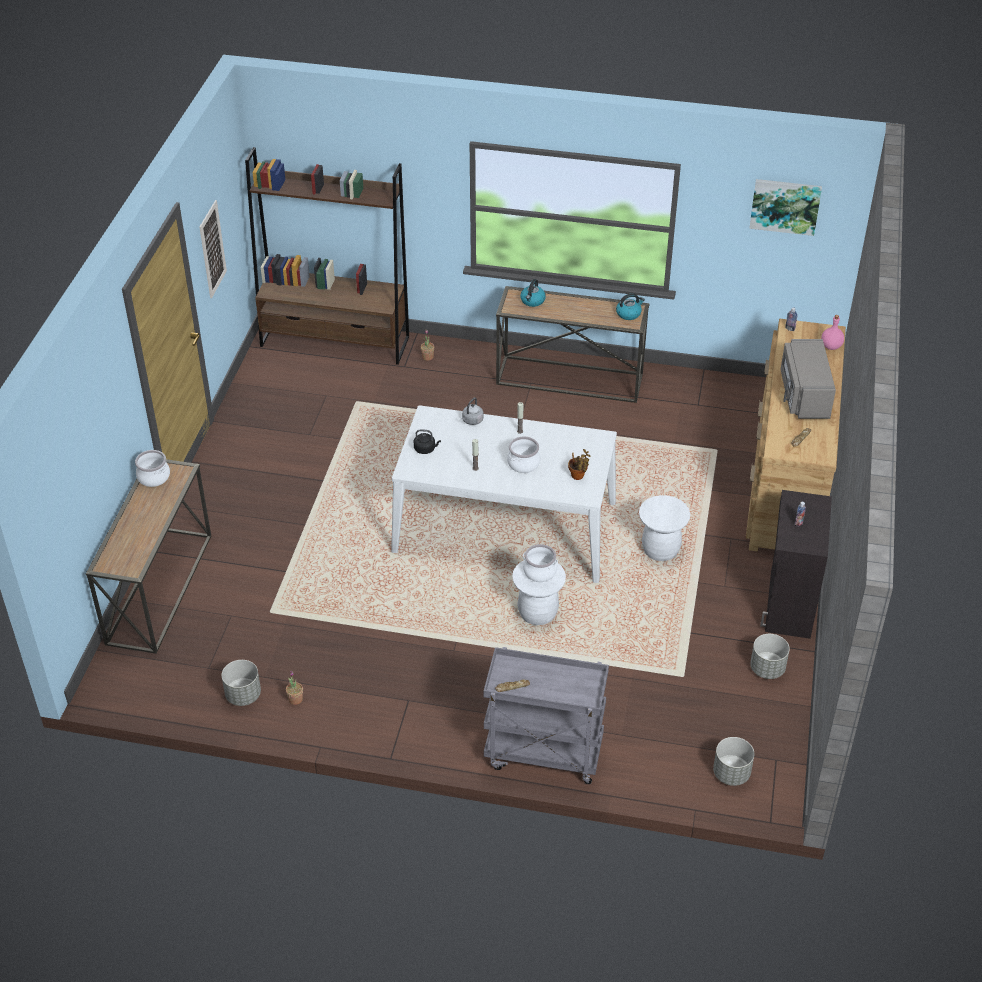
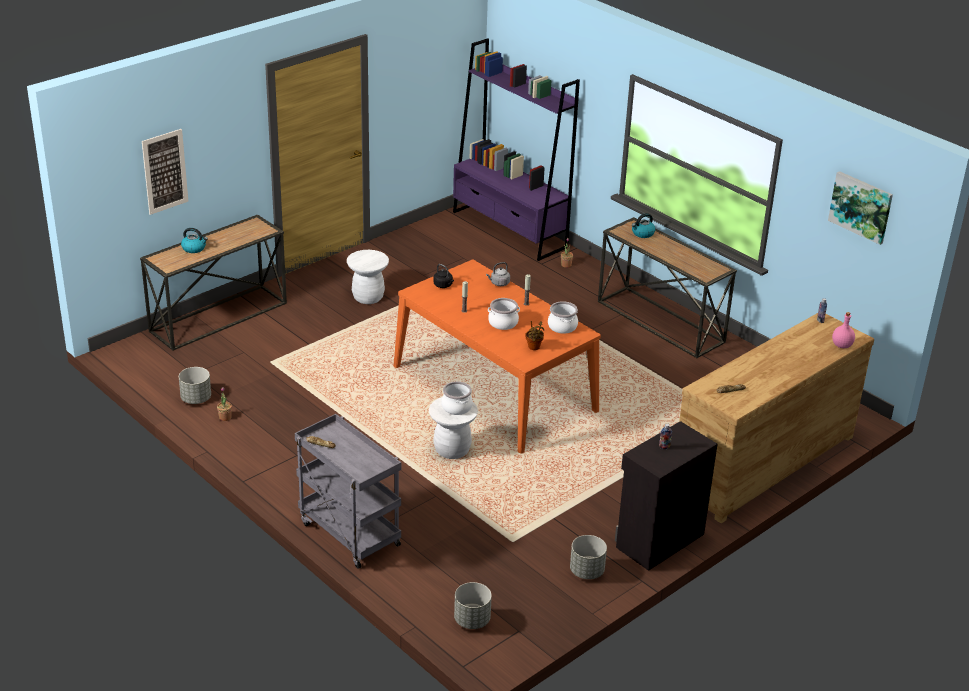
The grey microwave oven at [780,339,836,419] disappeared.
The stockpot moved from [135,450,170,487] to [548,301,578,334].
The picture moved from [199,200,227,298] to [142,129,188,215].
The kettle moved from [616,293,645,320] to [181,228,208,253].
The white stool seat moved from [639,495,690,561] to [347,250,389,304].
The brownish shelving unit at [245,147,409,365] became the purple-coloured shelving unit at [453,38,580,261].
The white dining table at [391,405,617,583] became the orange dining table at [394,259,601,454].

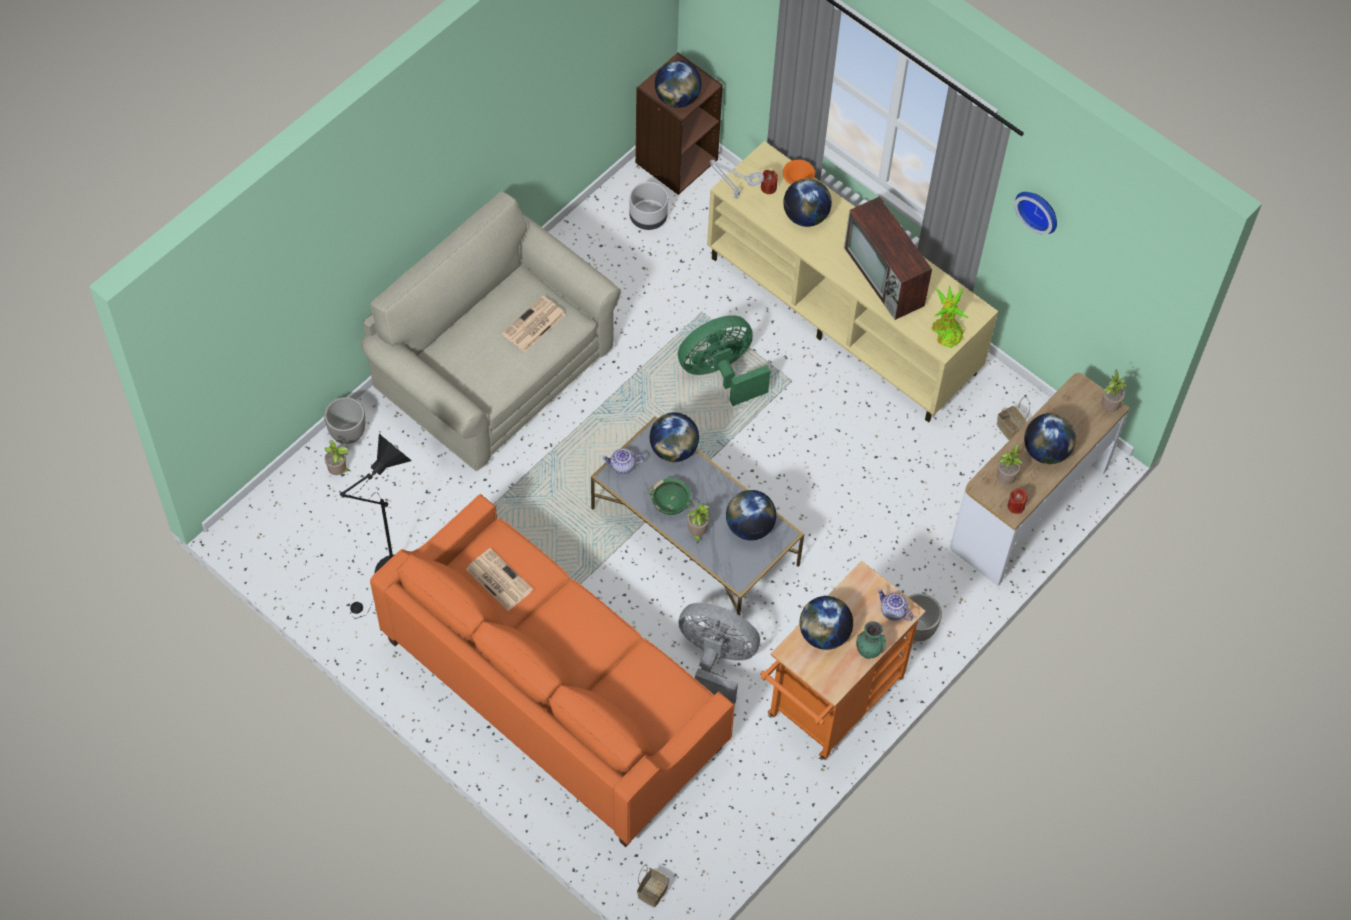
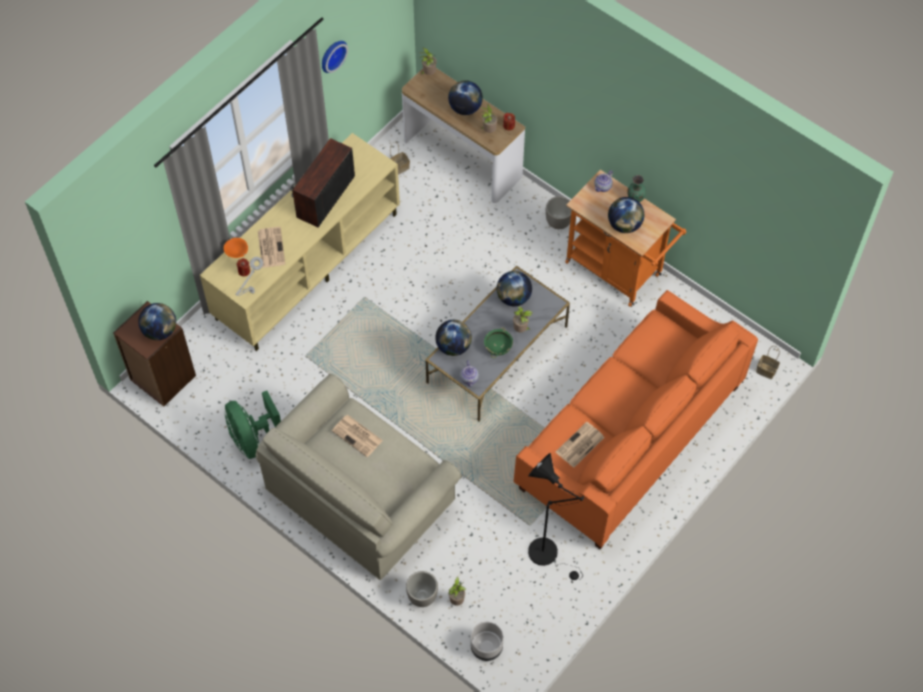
The grey electric fan at [679,603,760,704] disappeared.
The houseplant at [932,285,969,348] disappeared.
The grey plant pot moved from [629,182,668,230] to [471,622,504,661].
The green-coloured electric fan moved from [678,315,771,406] to [225,391,281,459].
The globe at [783,178,832,227] was replaced by the printed paper at [258,227,285,268].
The TV at [844,196,932,320] turned 150 degrees clockwise.

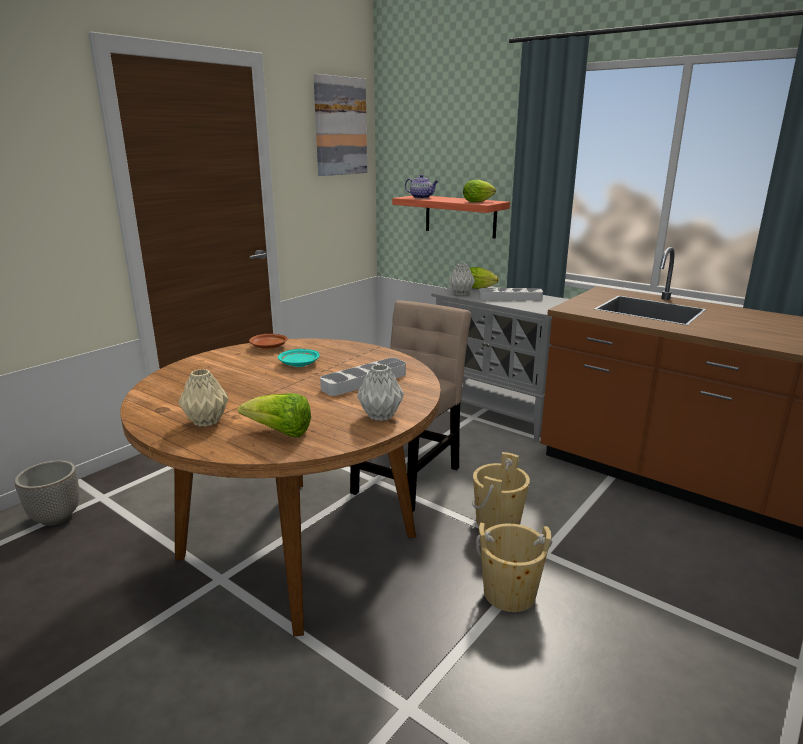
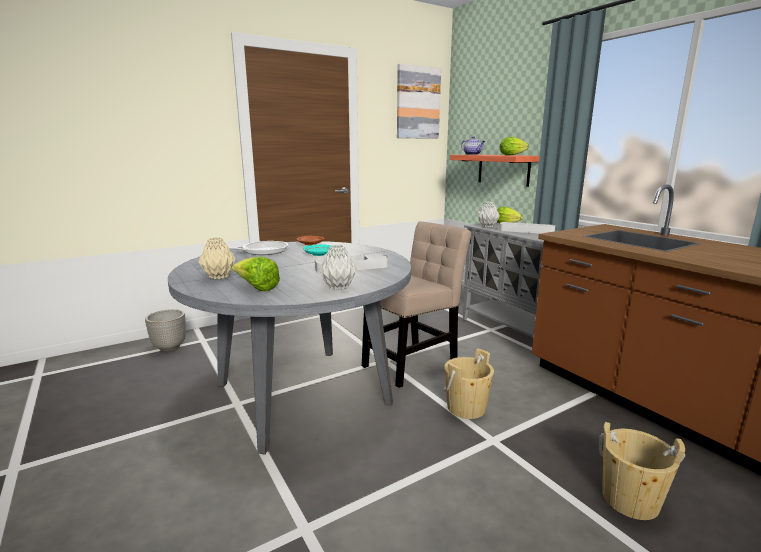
The frying pan at [229,241,288,255] appeared.
The sand-coloured water bucket moved from [476,523,552,612] to [599,422,685,520].
The brownish dining table at [120,339,441,637] became the grey dining table at [168,241,411,454].

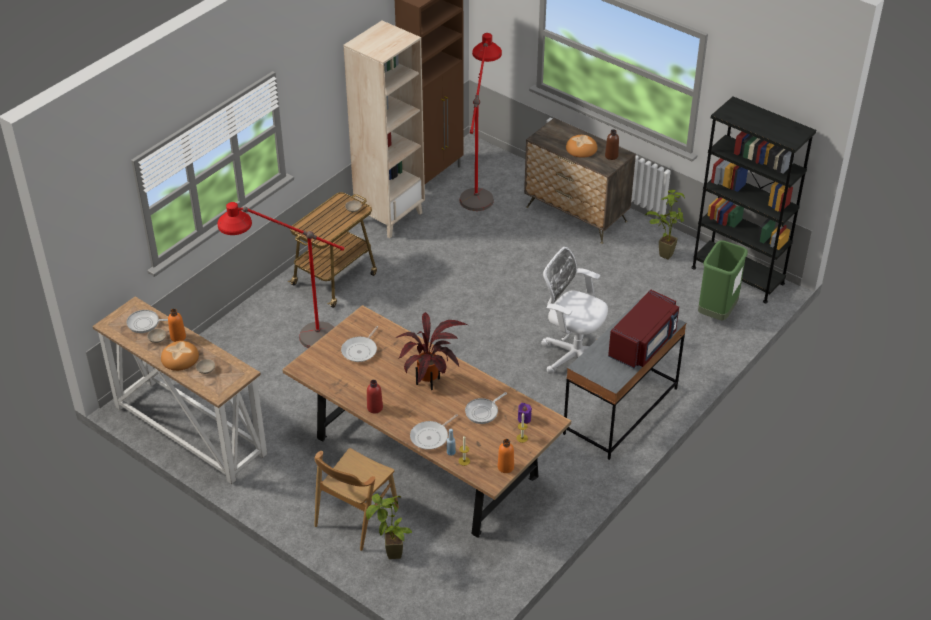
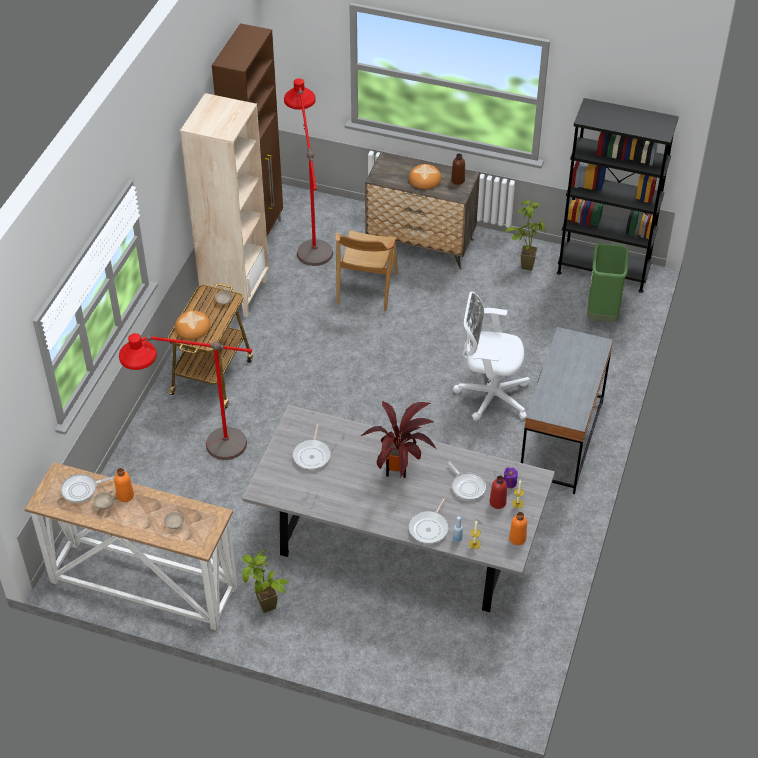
The red microwave oven at [608,289,679,369] disappeared.
The baked bread moved from [161,341,199,371] to [175,310,210,339].
The brownish upright chair moved from [314,448,399,551] to [335,230,398,311].
The houseplant moved from [366,494,412,559] to [242,549,289,613].
The red beverage bottle moved from [367,380,383,413] to [490,476,507,509].
The brownish dining table at [282,305,571,538] became the grey dining table at [242,405,555,612].
The frying pan at [465,392,507,424] turned 60 degrees counterclockwise.

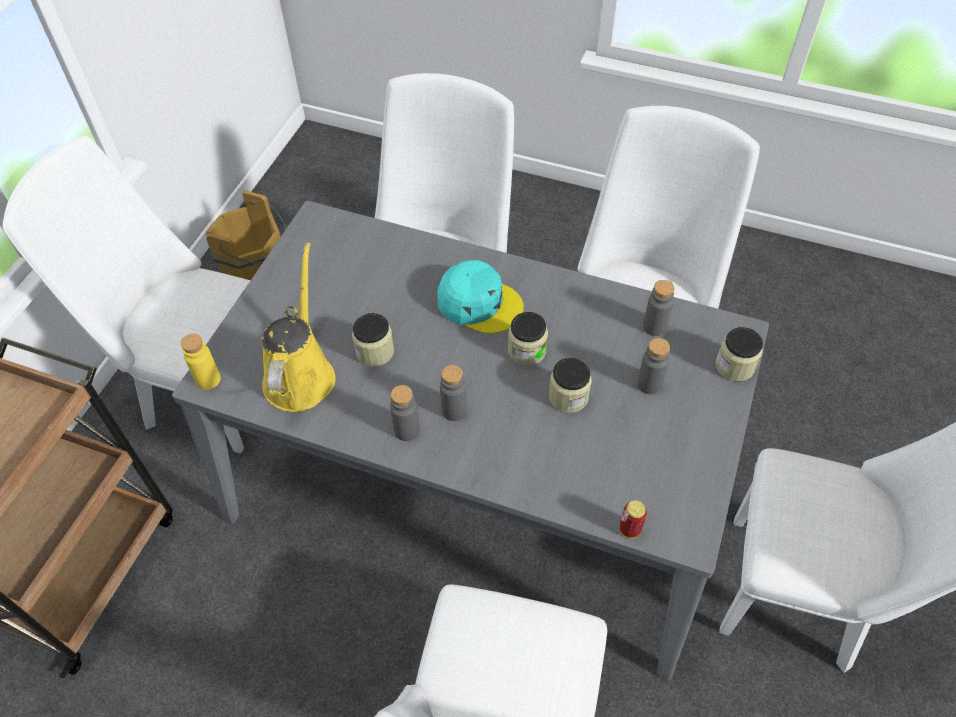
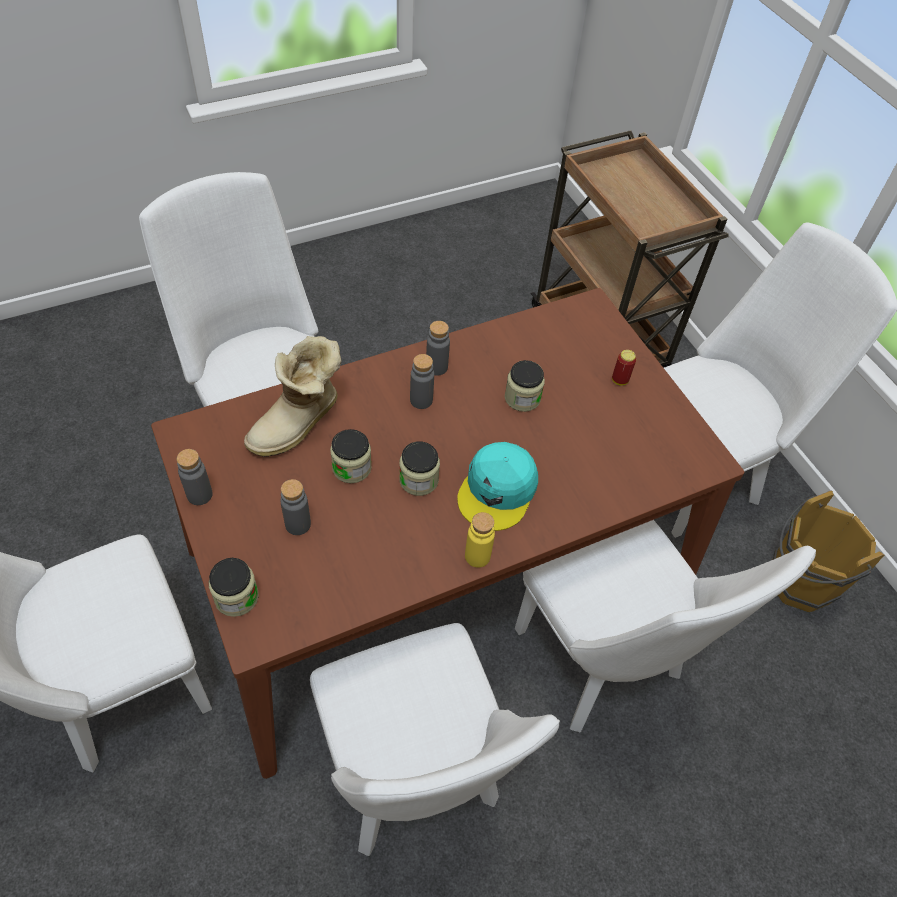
The yellow watering pot at [262,243,336,412] disappeared.
The boot at [244,336,341,457] appeared.
The yellow beverage bottle moved from [181,334,221,390] to [465,512,495,568].
The sealed can moved from [619,501,647,538] to [612,350,636,386].
The grey beverage bottle moved from [643,280,674,336] to [177,449,213,505].
The grey dining table at [172,201,769,680] became the brownish dining table at [151,288,745,779].
The blue-green cap at [437,260,524,334] turned 45 degrees counterclockwise.

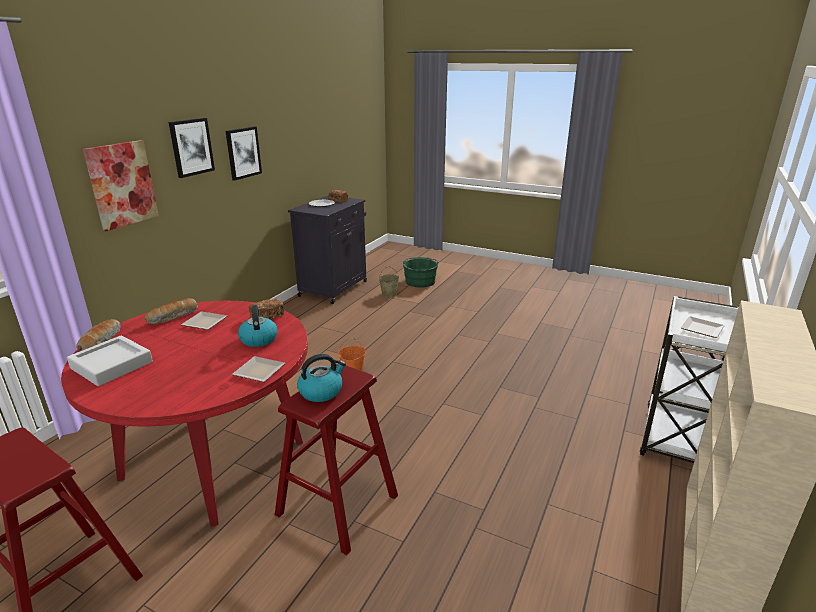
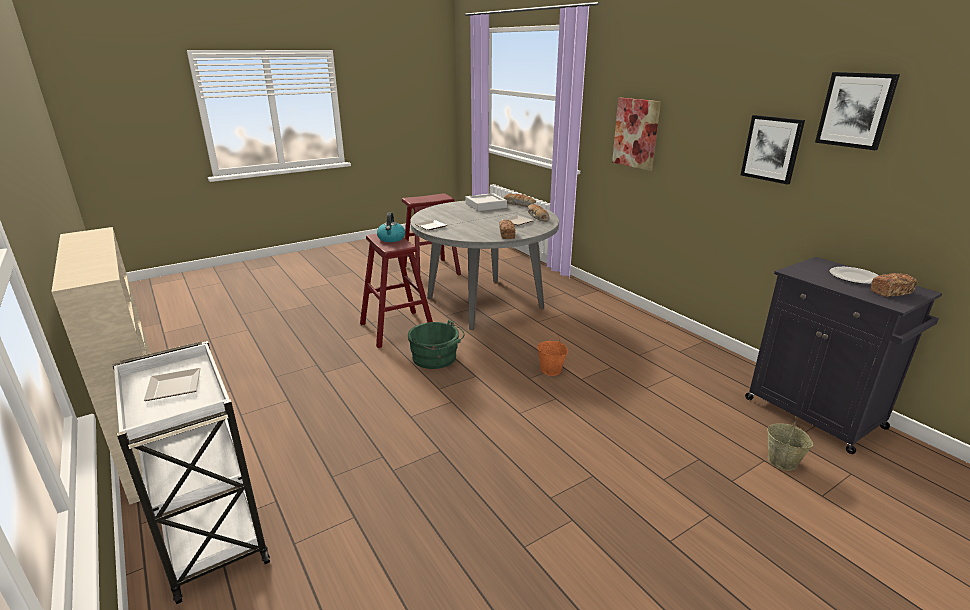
The kettle at [238,305,278,347] disappeared.
The picture moved from [169,118,215,178] to [815,72,900,150].
The green-coloured water bucket moved from [403,257,439,288] to [408,320,464,369].
The red dining table at [61,301,308,527] became the grey dining table at [410,201,559,330].

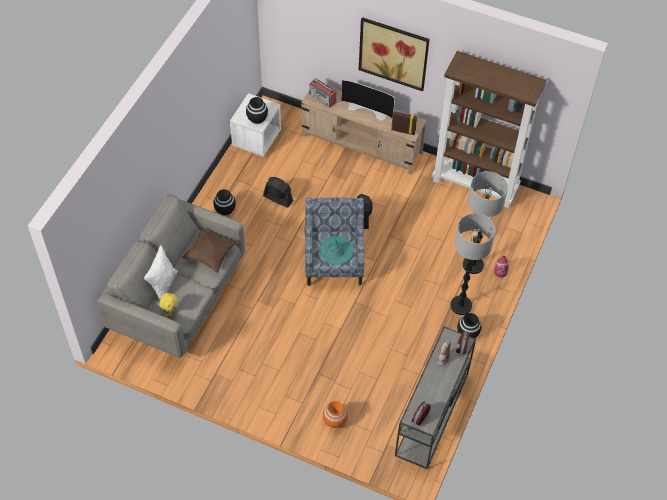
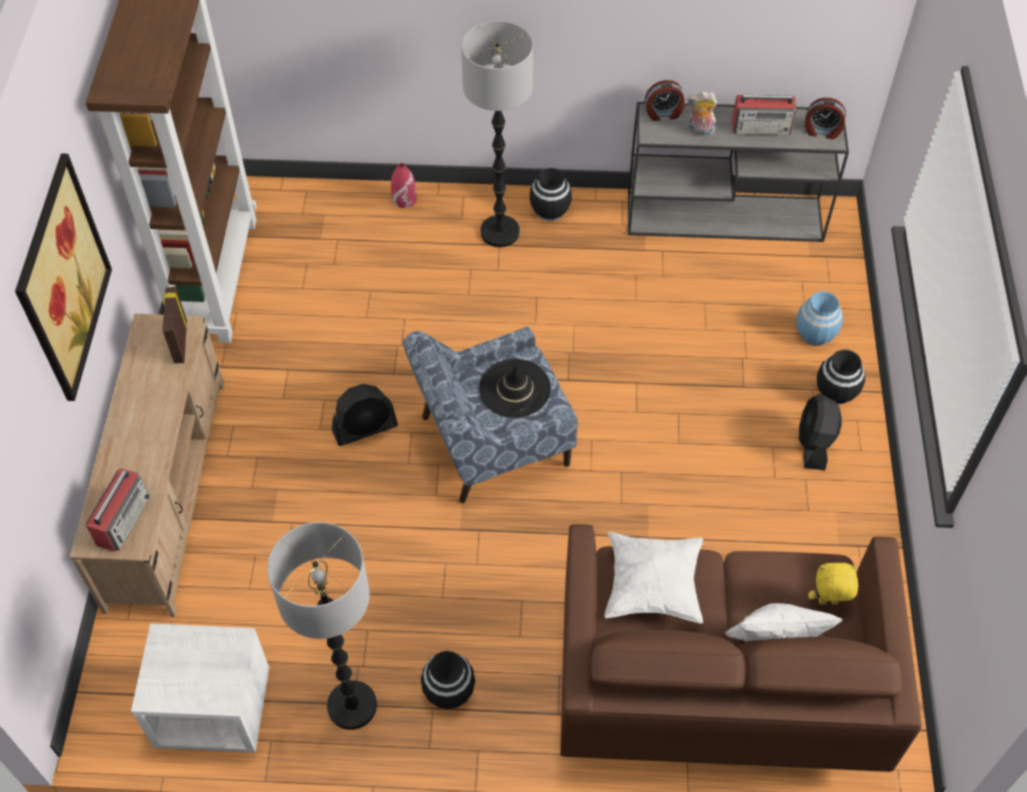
The TV at [341,80,395,121] disappeared.
The radio set at [732,95,797,135] appeared.
The black vase moved from [246,97,268,124] to [817,350,865,404].
The black electric fan moved from [263,177,293,208] to [799,394,842,470].
The standing lamp moved from [463,171,508,274] to [267,522,377,730].
The grey couch at [97,194,245,358] became the brownish couch at [560,524,922,772].
The brownish cushion at [182,228,237,273] became the white cushion at [604,532,703,623].
The blue-green clothing hat at [319,236,353,265] became the black clothing hat at [479,359,551,418].
The orange vase at [323,401,348,428] became the blue vase at [796,291,843,346].

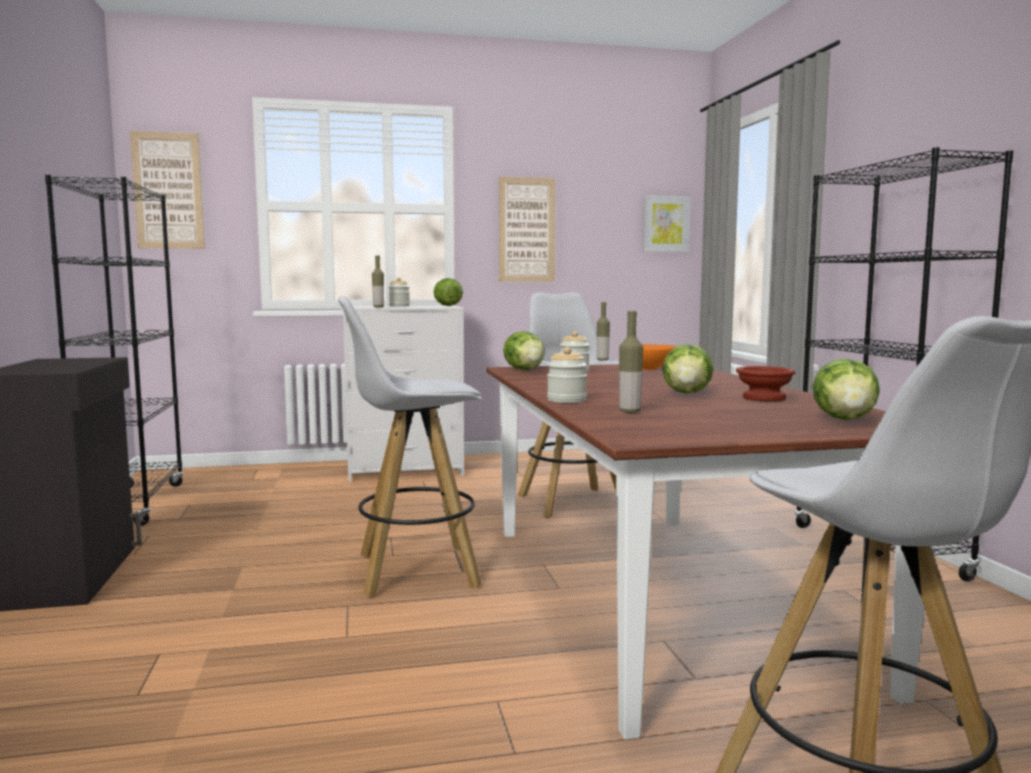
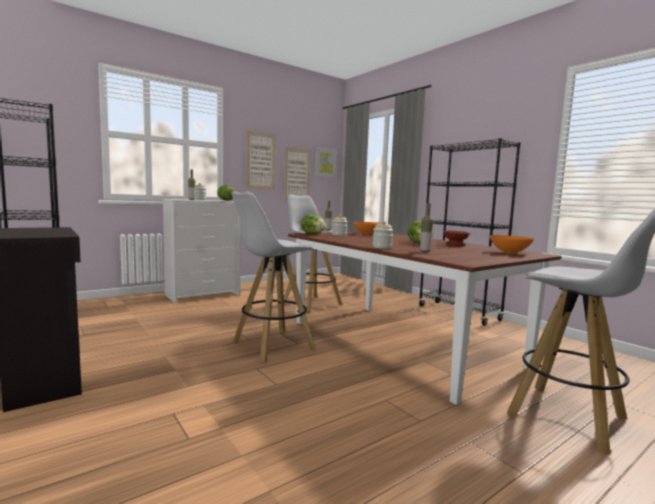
The picture moved from [130,131,205,249] to [284,147,310,201].
The lettuce head at [812,358,880,420] was replaced by the orange bowl at [490,235,534,253].

